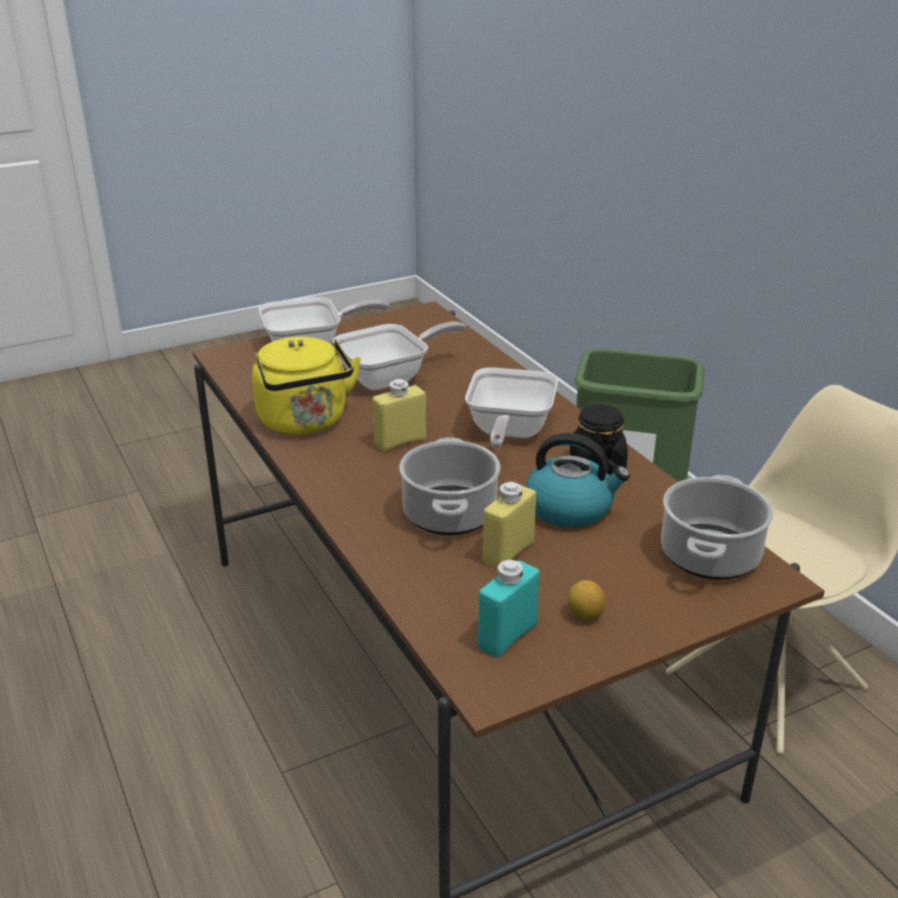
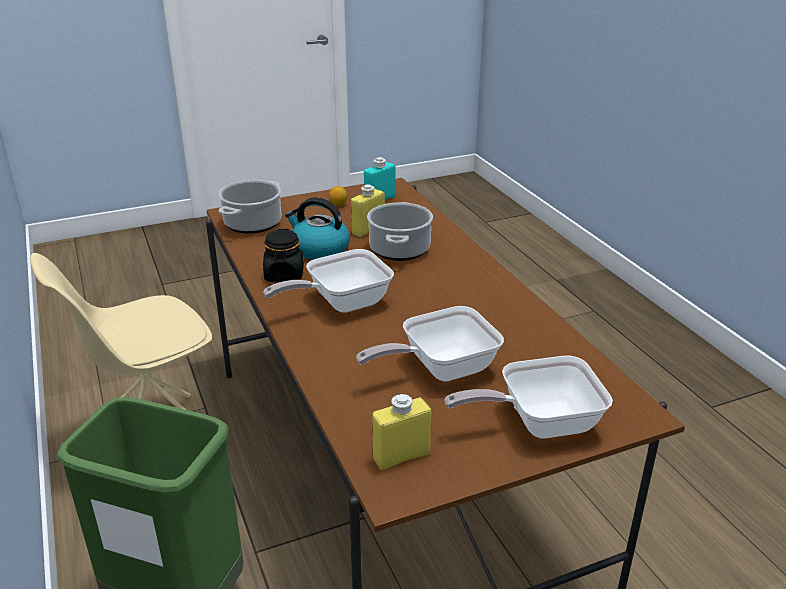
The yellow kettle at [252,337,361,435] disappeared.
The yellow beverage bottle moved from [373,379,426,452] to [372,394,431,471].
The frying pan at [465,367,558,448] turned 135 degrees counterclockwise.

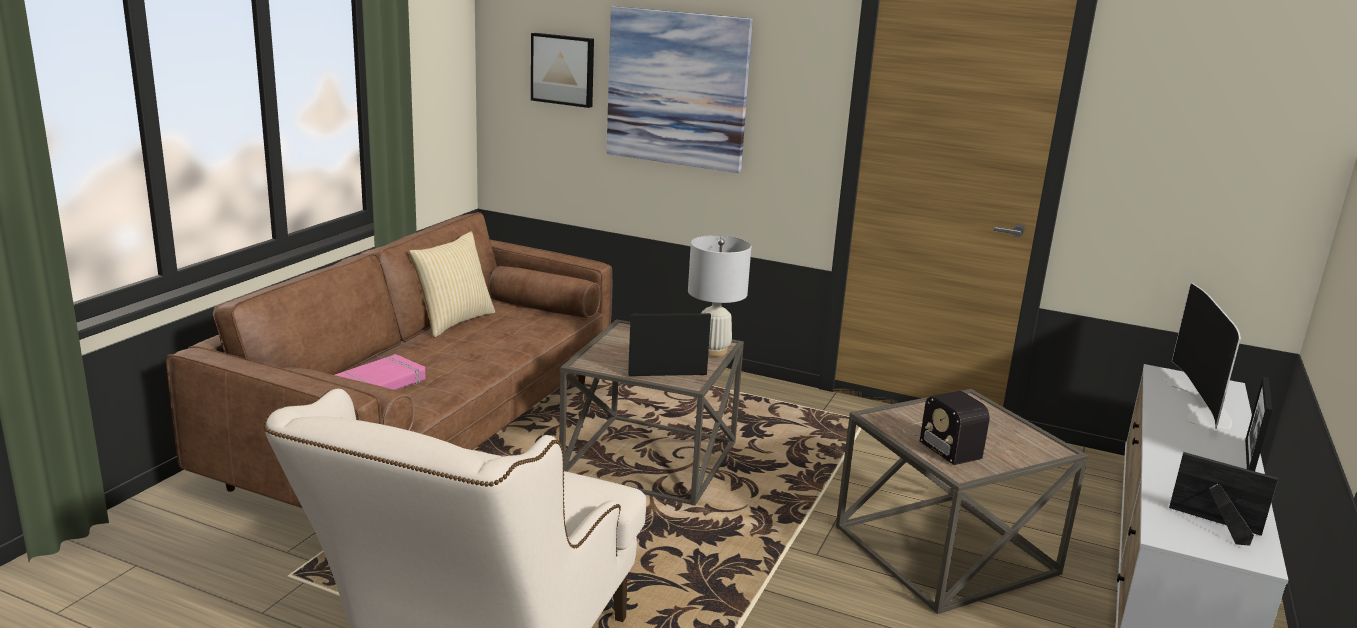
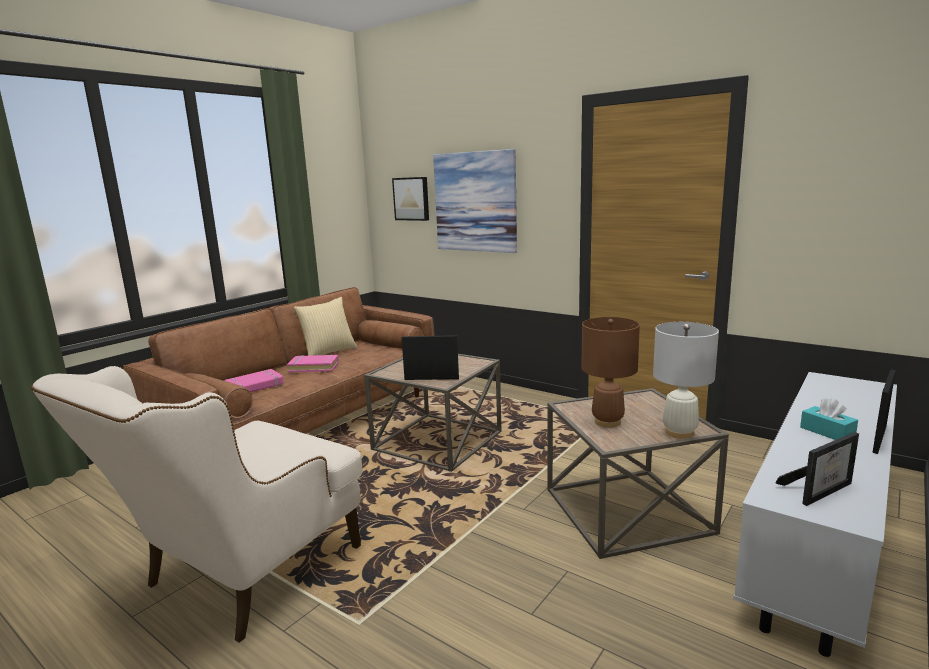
The TV at [1163,283,1241,429] disappeared.
The pink book at [287,354,339,372] appeared.
The blue-green tissue box at [800,398,858,440] appeared.
The white tabletop lamp moved from [688,235,751,356] to [653,322,719,439].
The radio set at [903,391,990,465] was replaced by the brownish tabletop lamp at [581,317,640,428].
The picture frame at [1169,452,1278,546] turned 105 degrees clockwise.

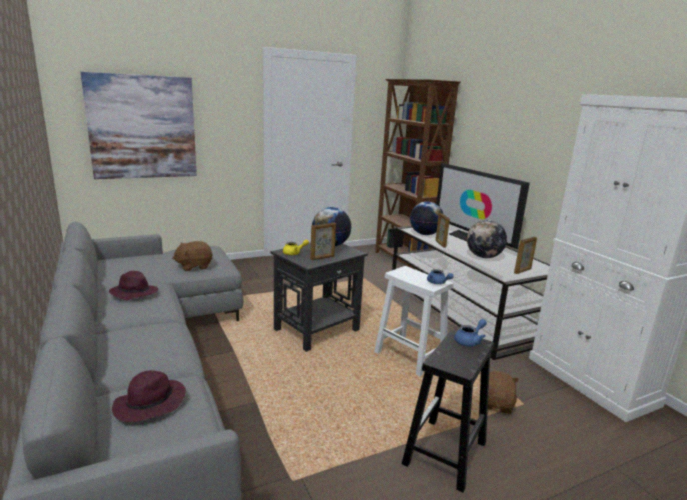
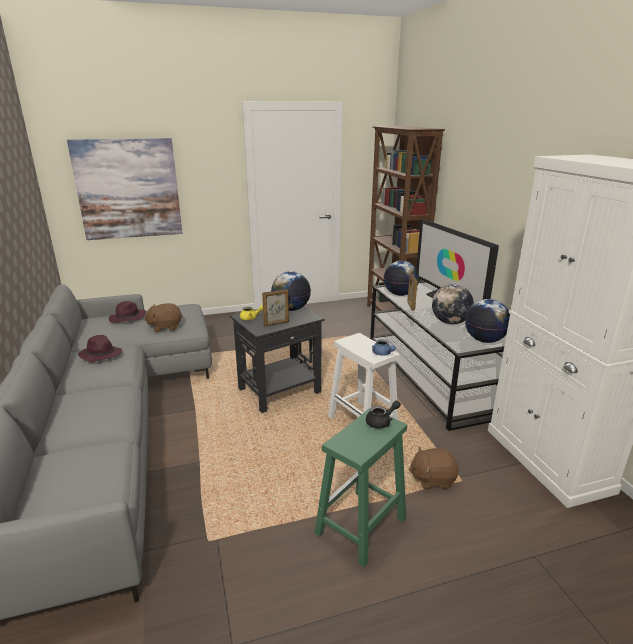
The purple-coloured clothing hat moved from [112,370,186,422] to [109,301,146,323].
The picture frame at [514,237,537,274] was replaced by the globe at [465,299,510,343].
The black stool seat at [402,330,494,492] became the green-coloured stool seat at [314,408,407,567].
The blue pot for tea at [454,319,487,347] became the black pot for tea at [366,400,401,428].
The brownish plush toy at [488,371,519,414] turned 120 degrees counterclockwise.

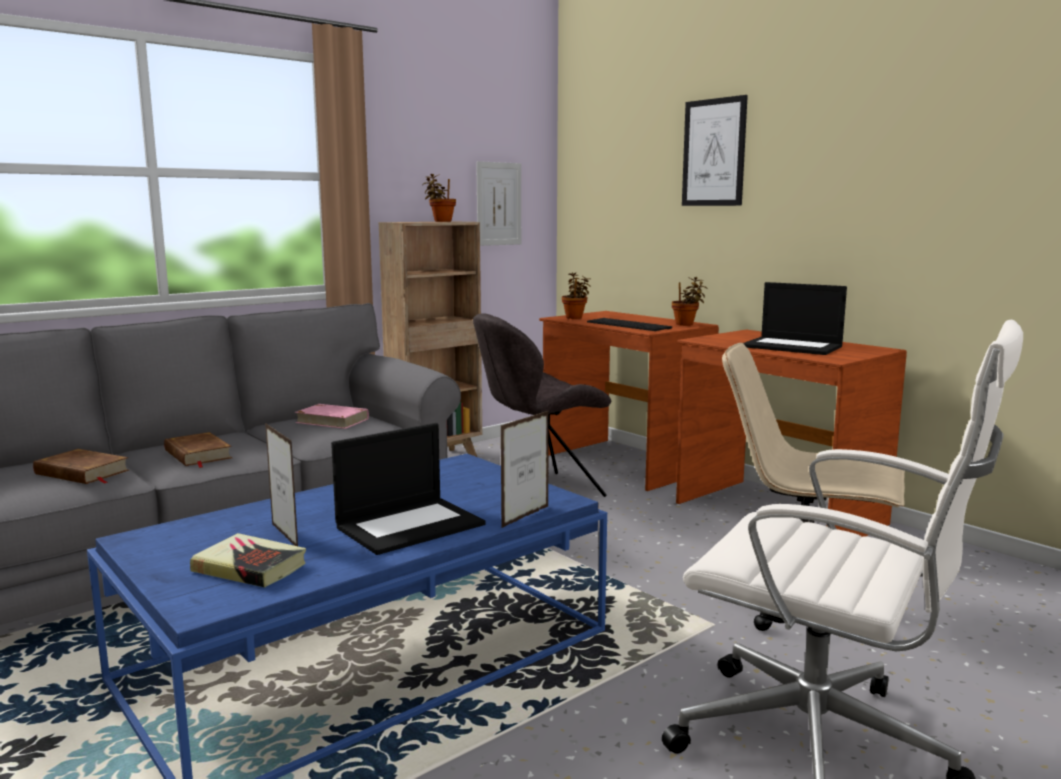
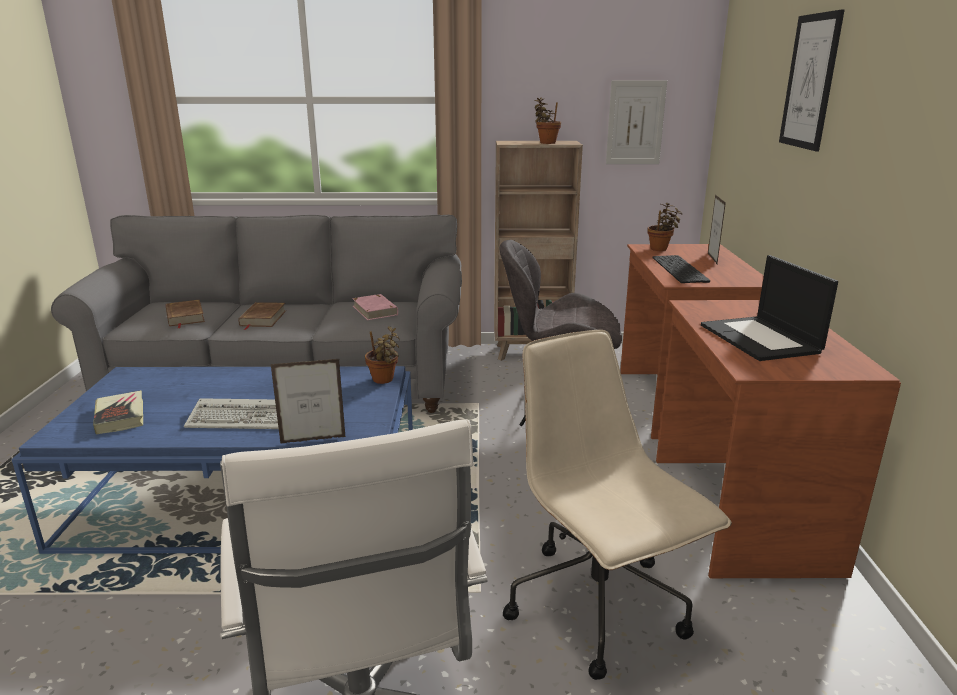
The picture frame moved from [265,423,298,546] to [708,195,726,264].
The houseplant moved from [672,277,708,326] to [365,326,400,384].
The notebook computer at [331,423,486,555] was replaced by the PC keyboard at [184,398,279,429].

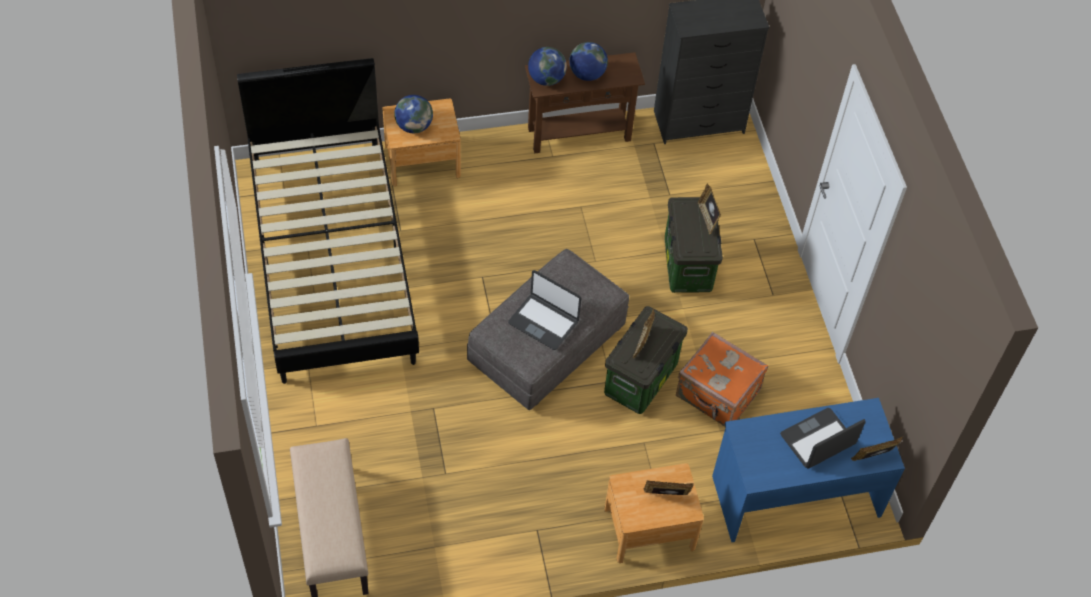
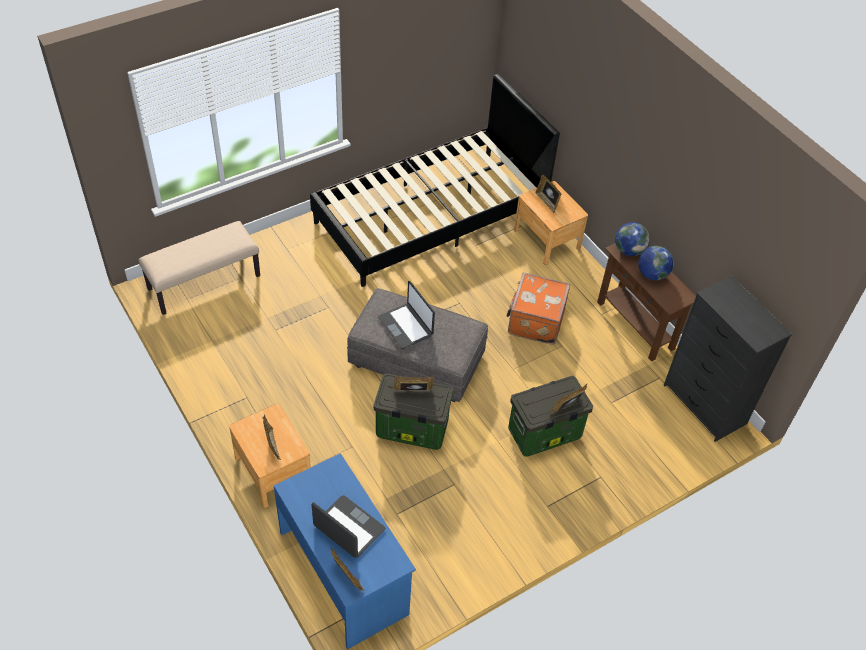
The orange suitcase moved from [676,332,768,427] to [506,272,570,345].
The globe at [394,95,433,133] was replaced by the picture frame at [536,174,561,213].
The notebook computer at [508,270,581,350] turned 45 degrees counterclockwise.

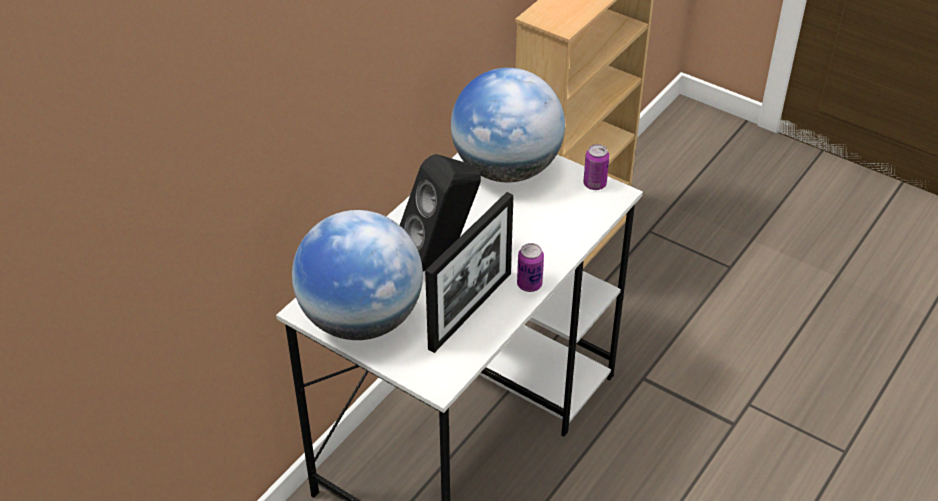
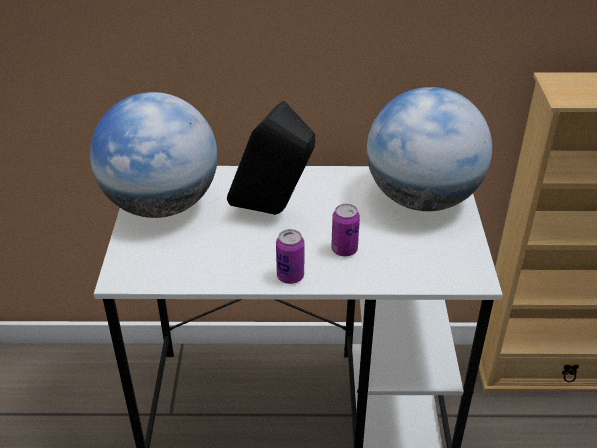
The picture frame at [425,192,514,353] disappeared.
The sealed can moved from [583,144,609,190] to [331,204,360,256].

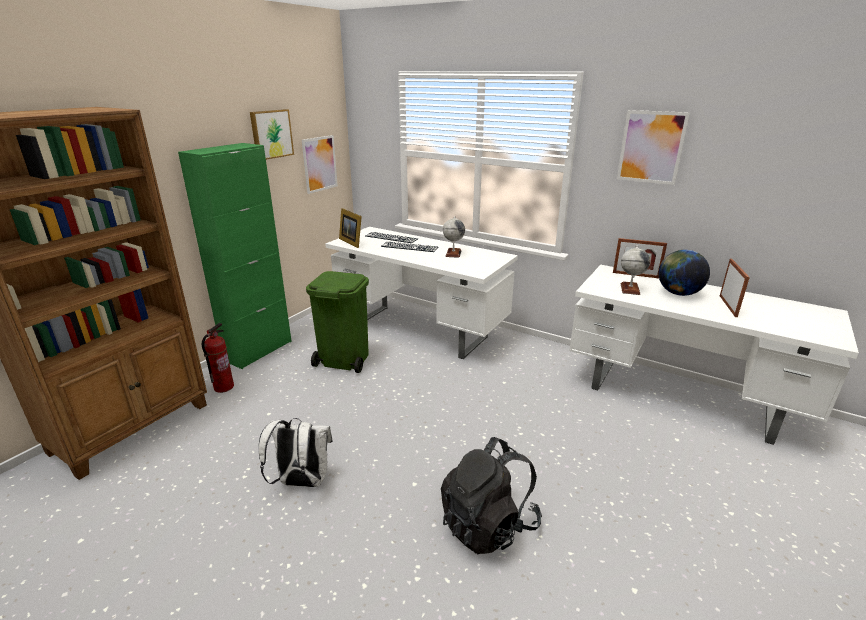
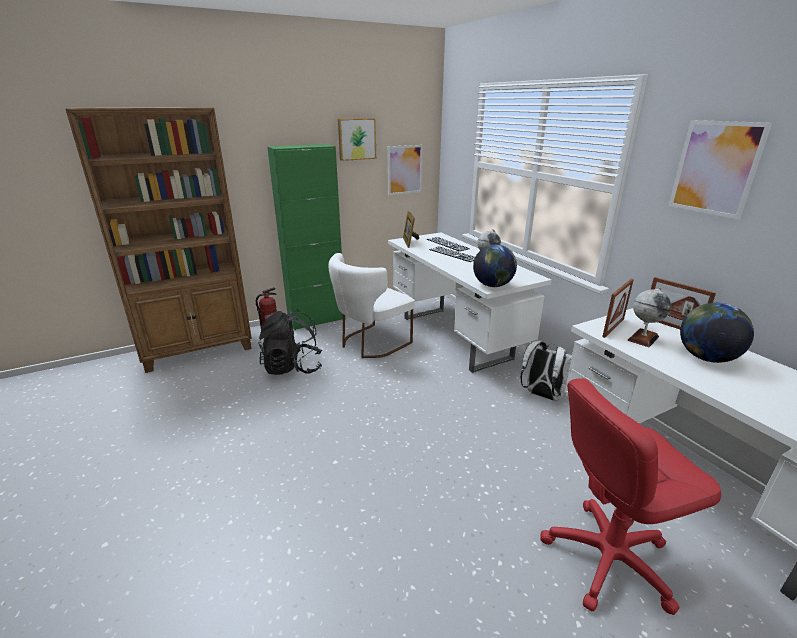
The globe at [473,244,517,287] appeared.
The red computer chair at [540,378,721,615] appeared.
The white rucksack moved from [259,418,333,487] to [520,341,572,401].
The black rucksack moved from [441,437,542,554] to [258,310,322,375].
The picture frame moved from [720,259,750,317] to [602,279,634,338].
The green-coloured rubbish bin at [306,271,369,373] was replaced by the white upright chair at [329,253,415,358].

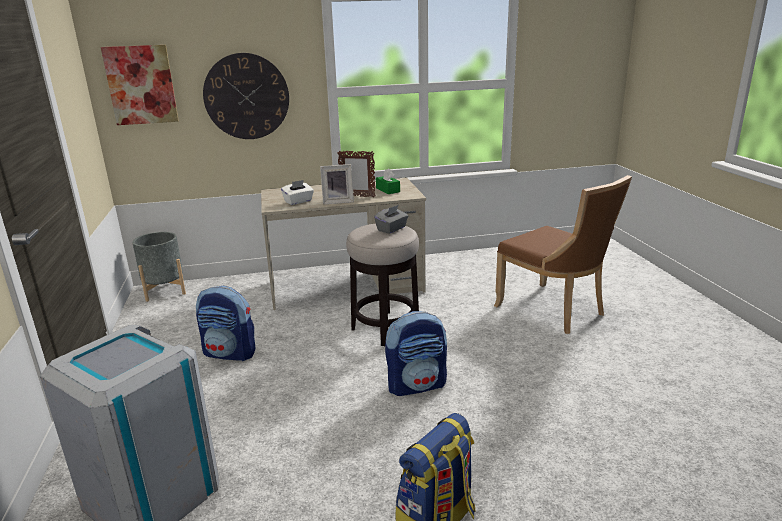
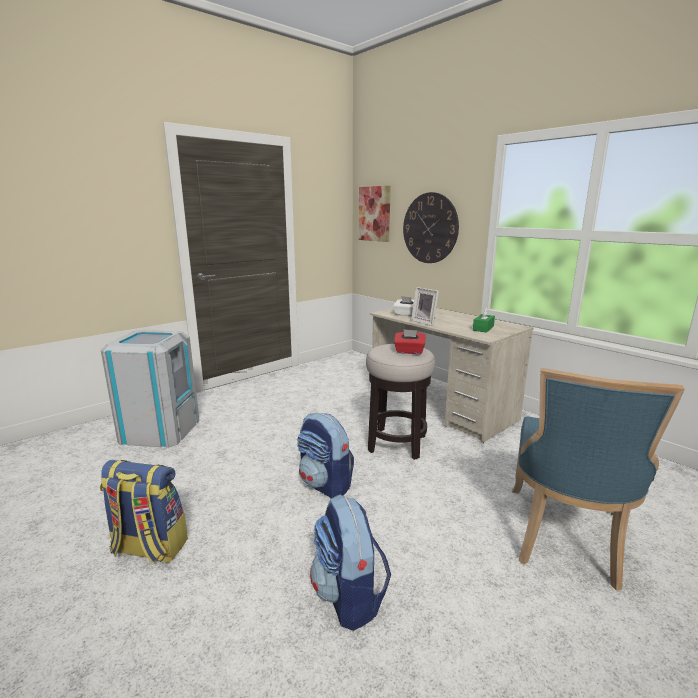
The grey plant pot at [132,232,186,302] disappeared.
The picture frame at [337,151,376,198] disappeared.
The rucksack moved from [196,285,256,361] to [310,494,391,631].
The grey tissue box at [374,205,408,234] became the red tissue box at [394,329,426,354].
The brownish upright chair at [494,175,632,334] became the blue upright chair at [512,368,685,591].

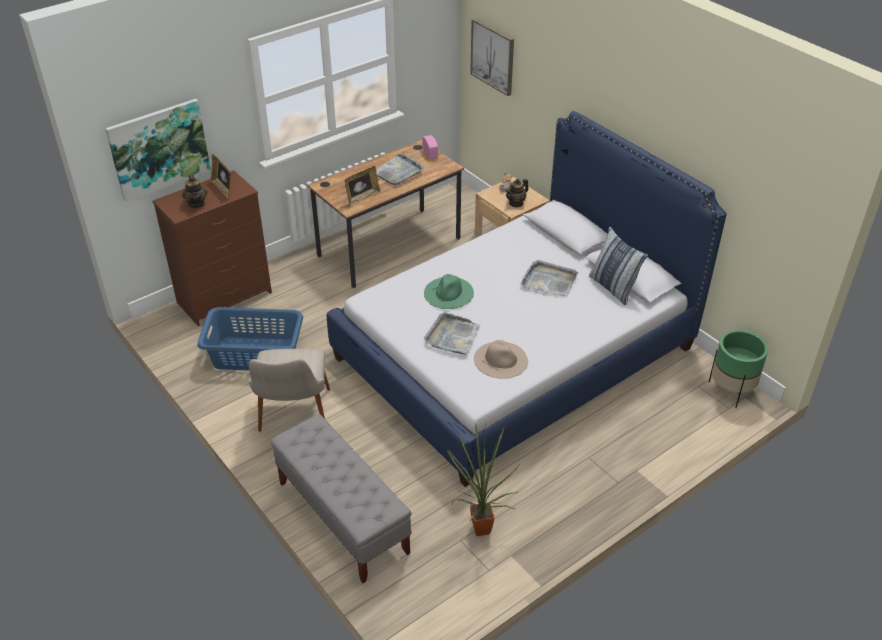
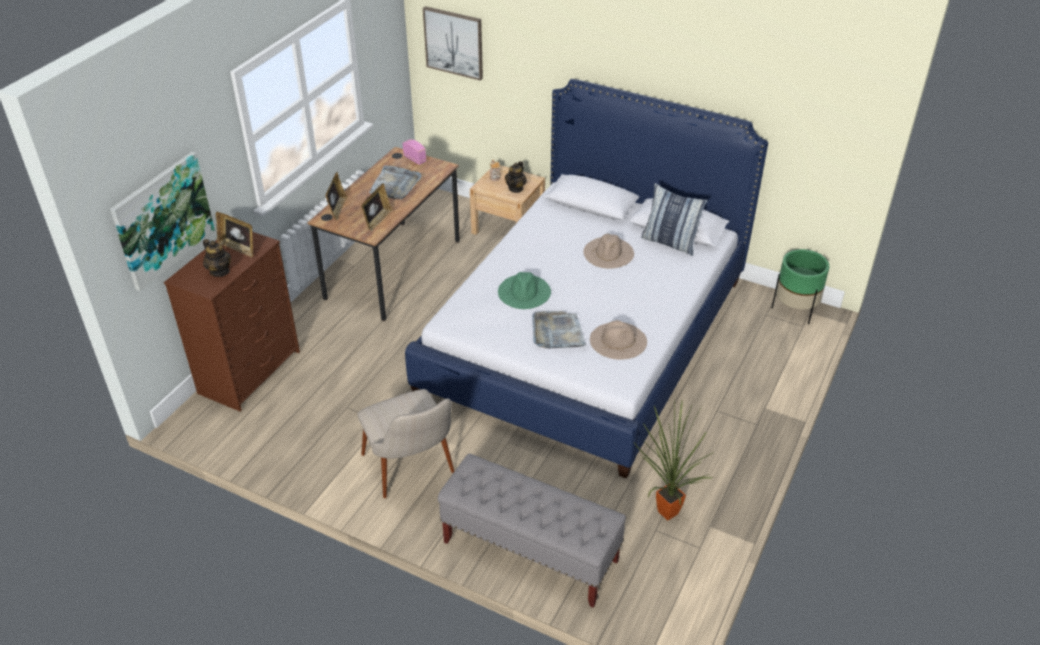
The blue laundry basket at [198,307,303,371] disappeared.
The picture frame at [325,172,348,220] appeared.
The grey tray at [520,260,578,297] was replaced by the sand-coloured clothing hat at [584,234,634,269].

